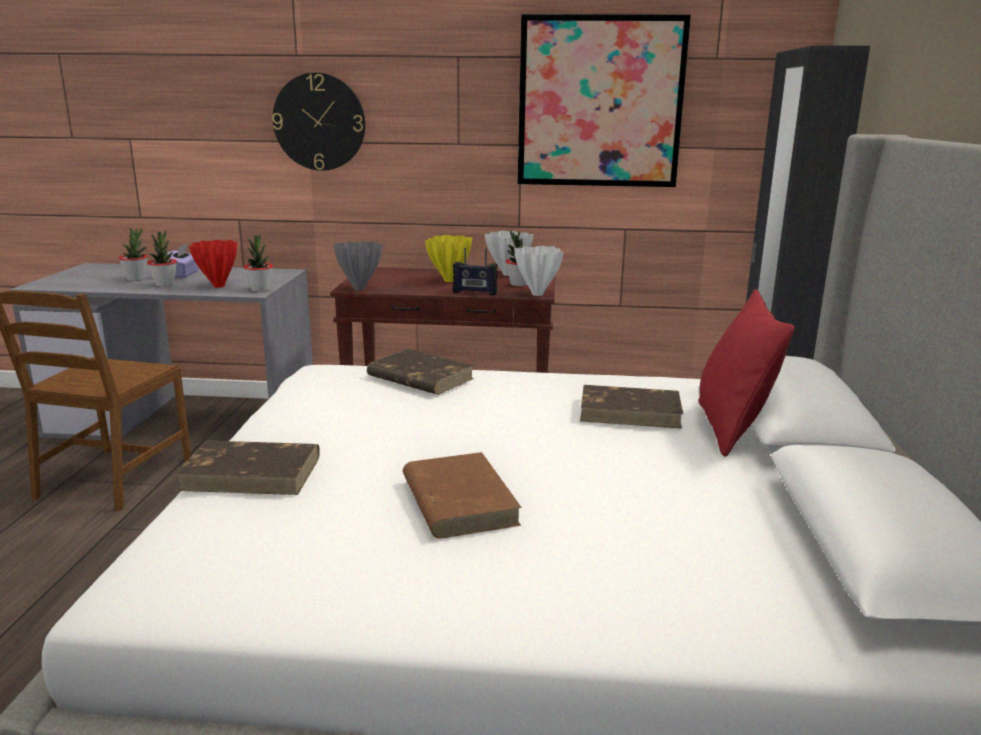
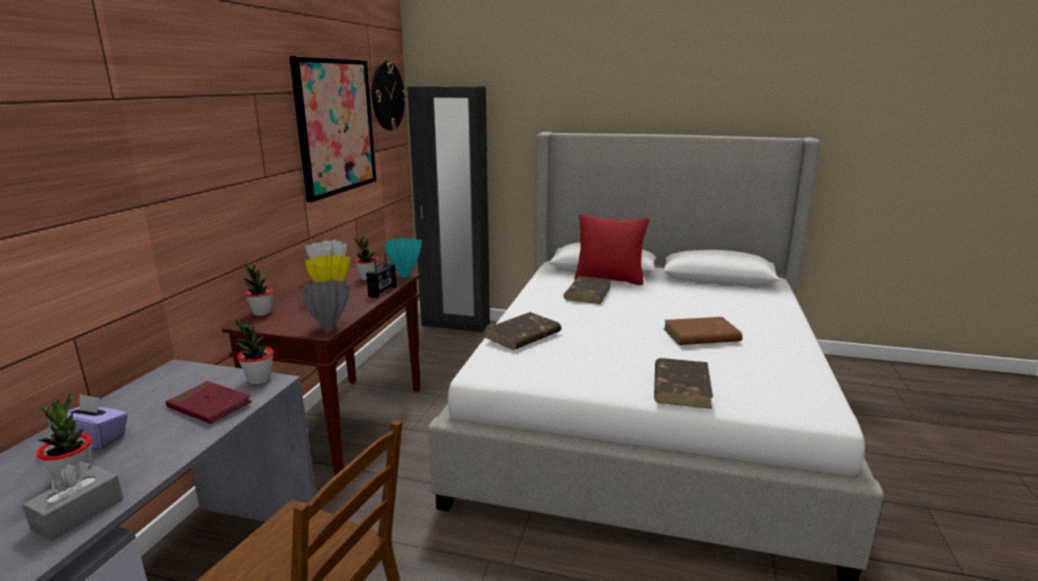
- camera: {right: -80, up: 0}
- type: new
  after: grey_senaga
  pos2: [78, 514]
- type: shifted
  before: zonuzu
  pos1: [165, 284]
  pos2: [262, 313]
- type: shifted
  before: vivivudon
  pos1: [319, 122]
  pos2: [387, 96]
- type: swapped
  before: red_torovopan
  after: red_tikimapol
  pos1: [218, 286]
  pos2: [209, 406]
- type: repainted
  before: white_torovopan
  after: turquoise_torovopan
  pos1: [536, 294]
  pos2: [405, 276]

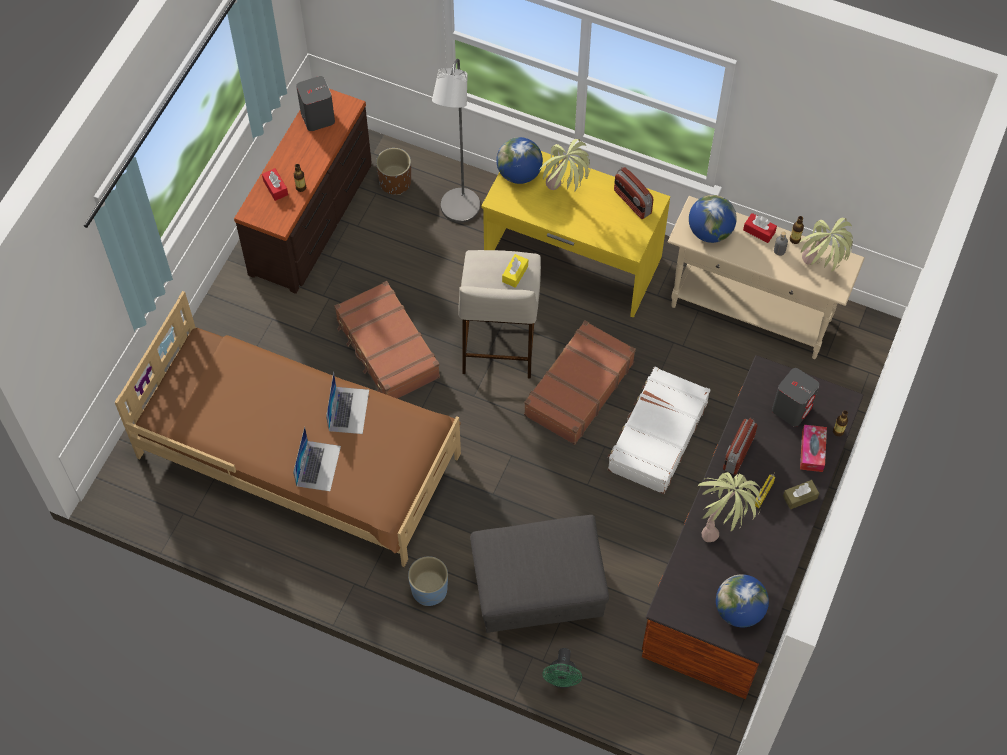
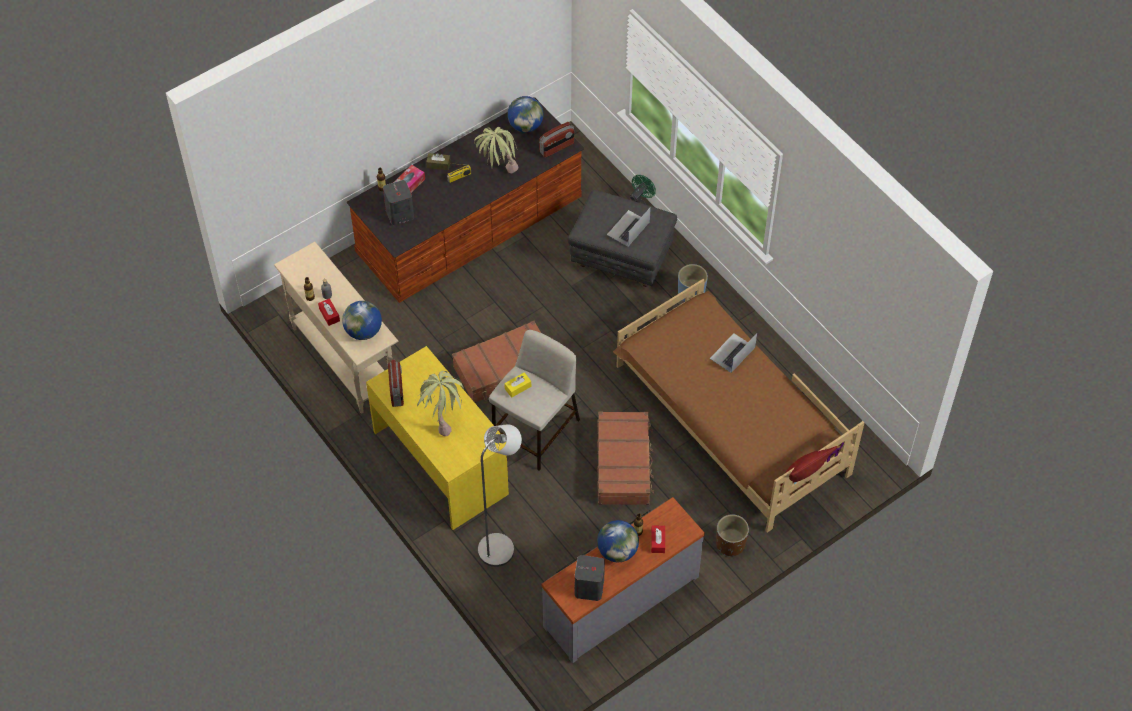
- camera: {right: -150, up: -5}
- type: gone
  before: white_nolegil
  pos1: [656, 436]
- type: gone
  before: zonuzu
  pos1: [819, 273]
- type: new
  after: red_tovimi
  pos2: [802, 479]
- type: shifted
  before: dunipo
  pos1: [348, 410]
  pos2: [628, 228]
- type: shifted
  before: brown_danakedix
  pos1: [395, 182]
  pos2: [730, 544]
- type: shifted
  before: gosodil
  pos1: [519, 174]
  pos2: [617, 551]
- type: shifted
  before: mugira
  pos1: [737, 453]
  pos2: [557, 148]
- type: repainted
  before: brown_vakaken
  after: grey_vakaken
  pos1: [313, 218]
  pos2: [620, 600]

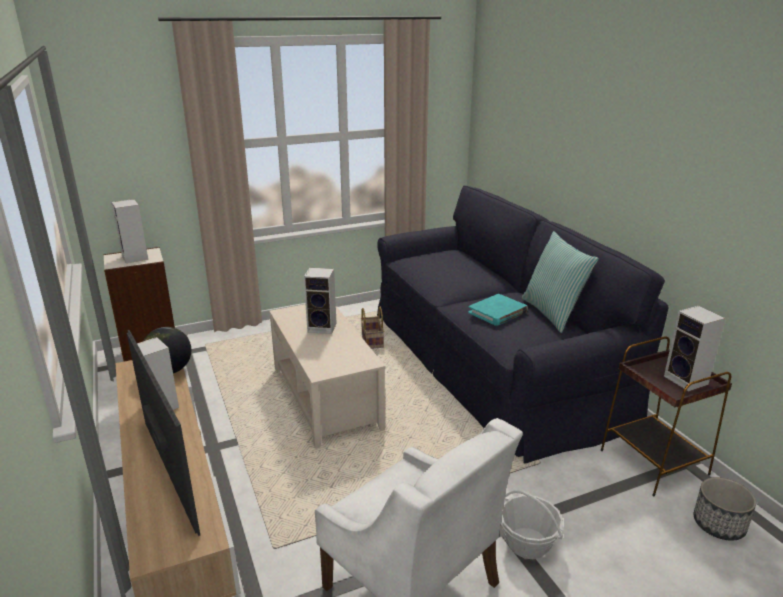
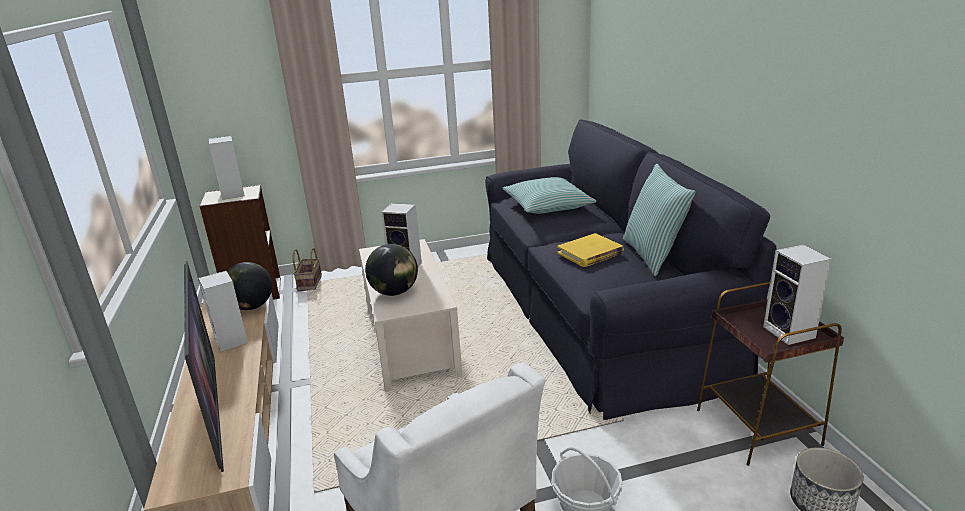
- camera: {right: 10, up: 0}
- type: new
  after: gosodil
  pos2: [394, 292]
- type: new
  after: tovimi
  pos2: [547, 205]
- type: shifted
  before: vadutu
  pos1: [371, 341]
  pos2: [309, 282]
- type: repainted
  before: turquoise_tikimapol
  after: yellow_tikimapol
  pos1: [497, 312]
  pos2: [590, 253]

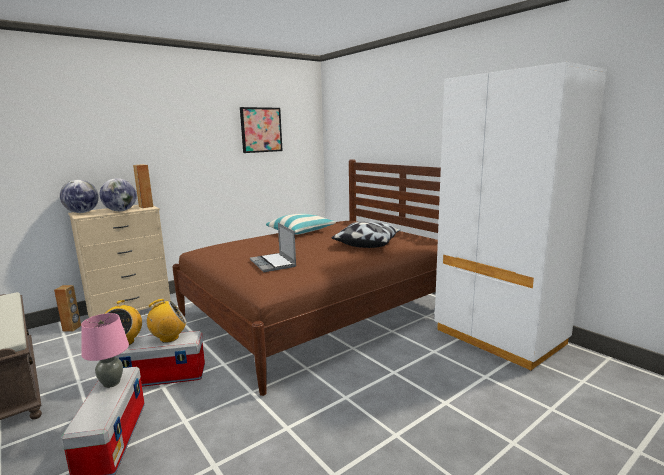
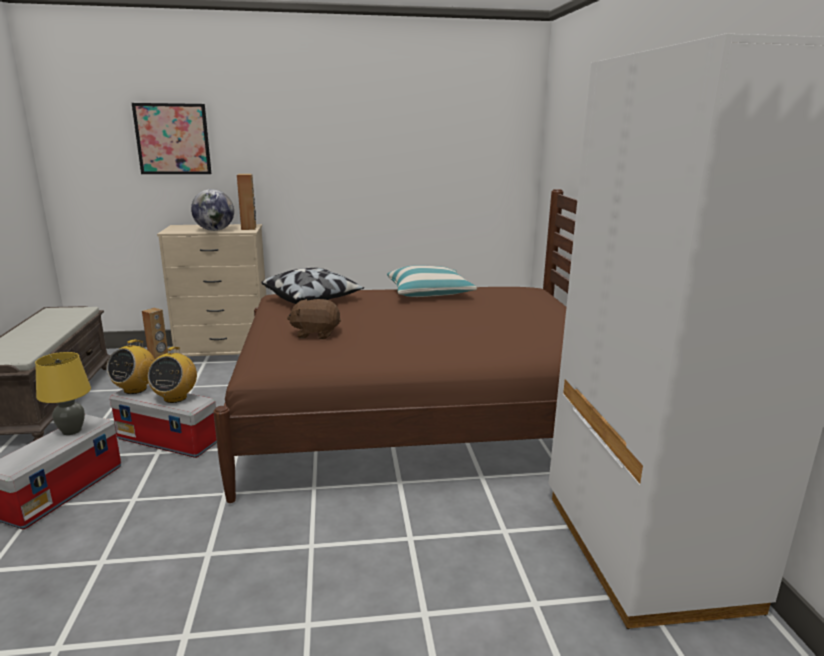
- camera: {right: 30, up: 5}
- type: gone
  before: gosodil
  pos1: [82, 212]
- type: shifted
  before: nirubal
  pos1: [261, 130]
  pos2: [173, 139]
- type: shifted
  before: tovimi
  pos1: [367, 244]
  pos2: [313, 299]
- type: swapped
  before: dunipo
  after: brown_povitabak
  pos1: [273, 263]
  pos2: [316, 334]
- type: repainted
  before: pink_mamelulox
  after: yellow_mamelulox
  pos1: [111, 383]
  pos2: [72, 431]
- type: rotated
  before: mugira
  pos1: [169, 338]
  pos2: [175, 397]
  turn: 90

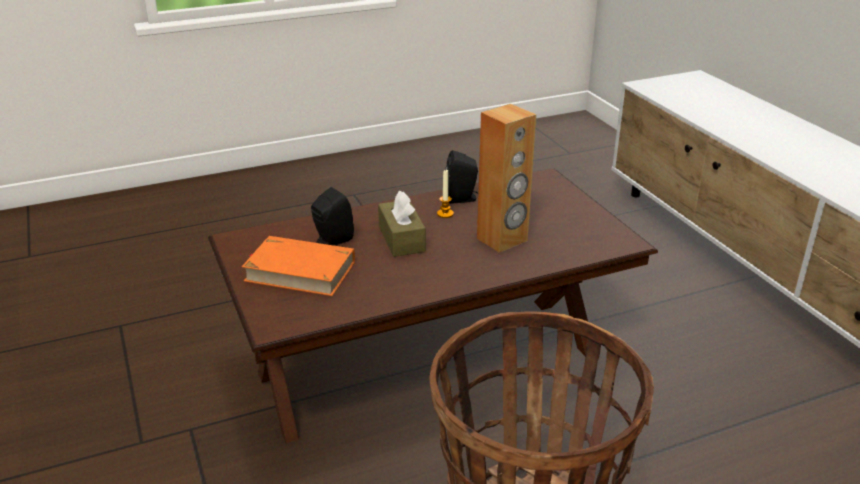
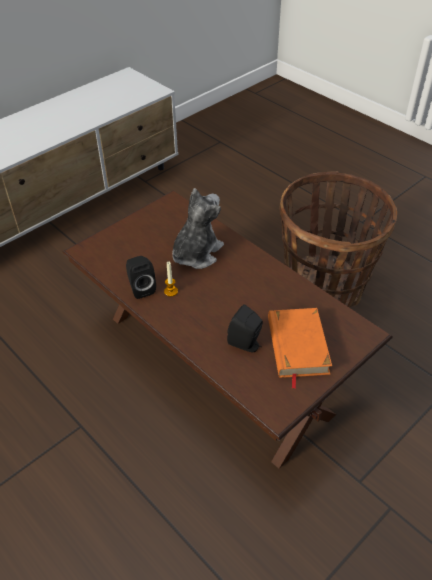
- camera: {right: -110, up: 15}
- type: gone
  before: brown_senaga
  pos1: [401, 239]
- type: swapped
  before: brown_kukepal
  after: povitabak
  pos1: [502, 240]
  pos2: [196, 253]

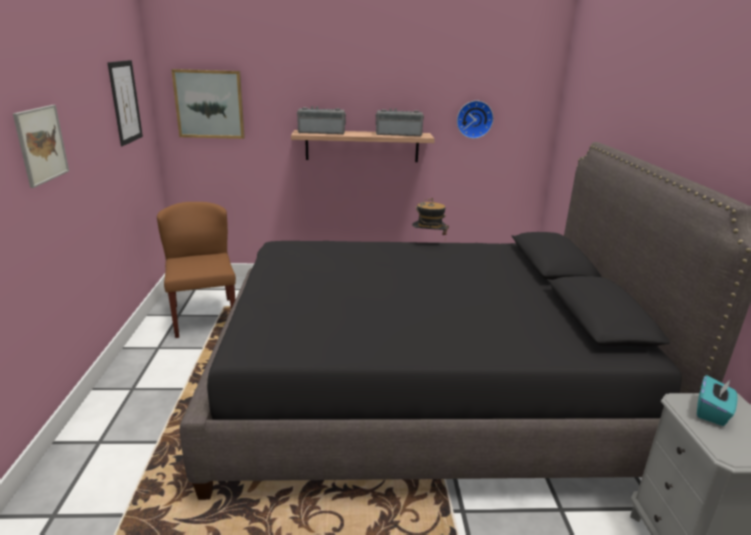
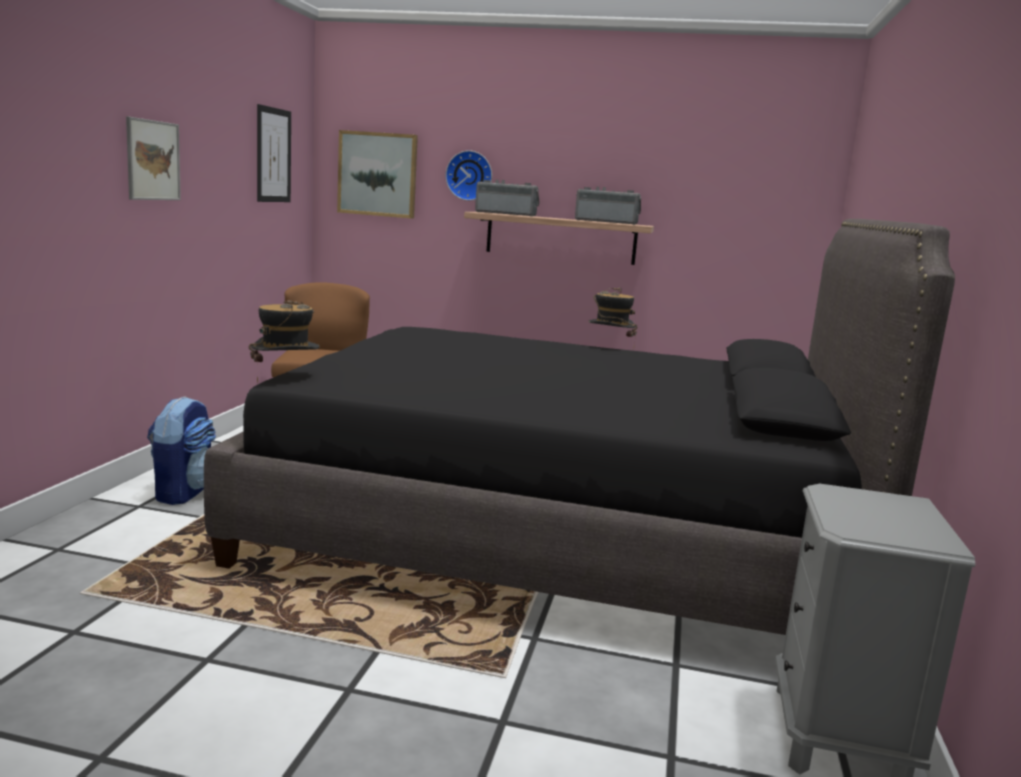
- camera: {right: 15, up: -10}
- type: gone
  before: turquoise_senaga
  pos1: [712, 412]
- type: new
  after: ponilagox
  pos2: [183, 492]
- type: new
  after: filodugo
  pos2: [285, 378]
- type: shifted
  before: vivivudon
  pos1: [474, 119]
  pos2: [469, 175]

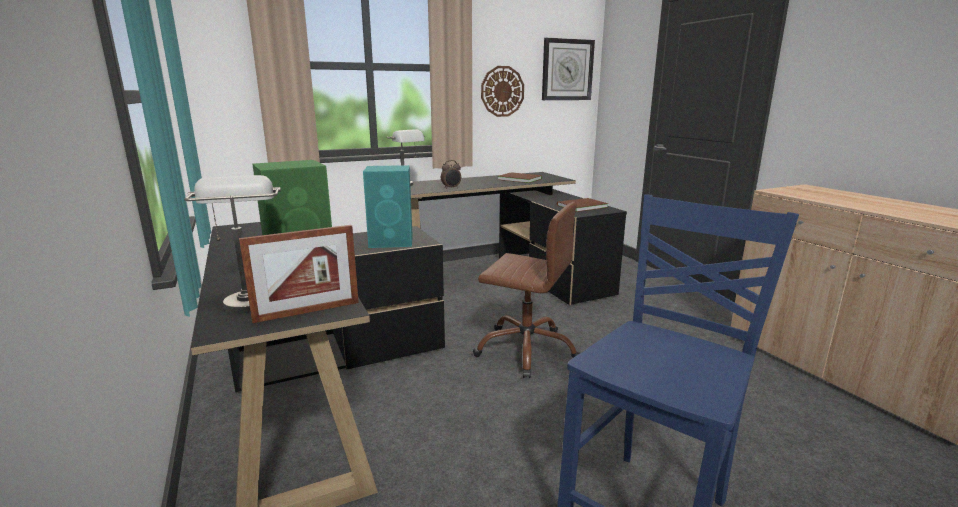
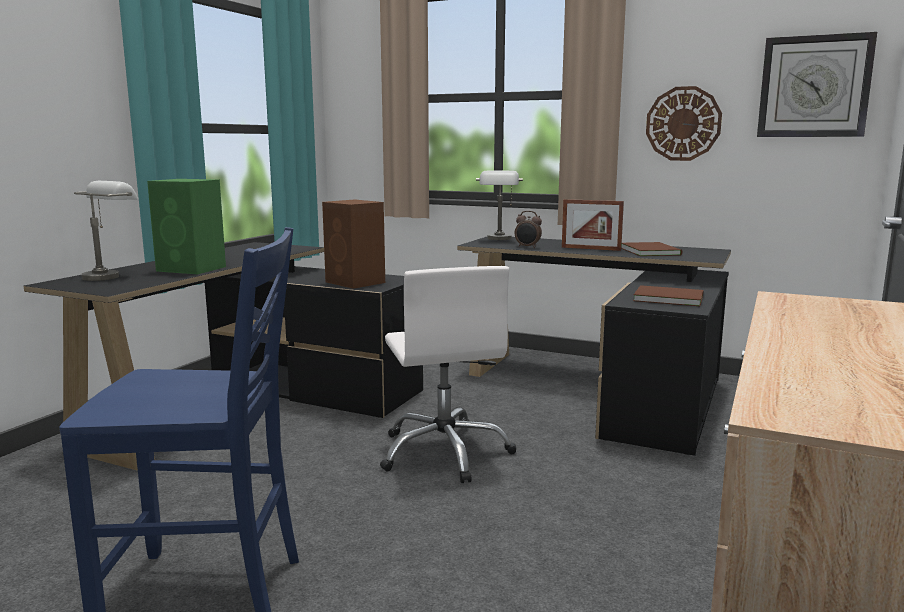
- camera: {right: 50, up: -5}
- type: shifted
  before: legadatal
  pos1: [307, 311]
  pos2: [591, 248]
- type: repainted
  before: turquoise_kukepal
  after: brown_kukepal
  pos1: [392, 241]
  pos2: [356, 282]
- type: repainted
  before: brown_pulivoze
  after: white_pulivoze
  pos1: [526, 349]
  pos2: [445, 452]

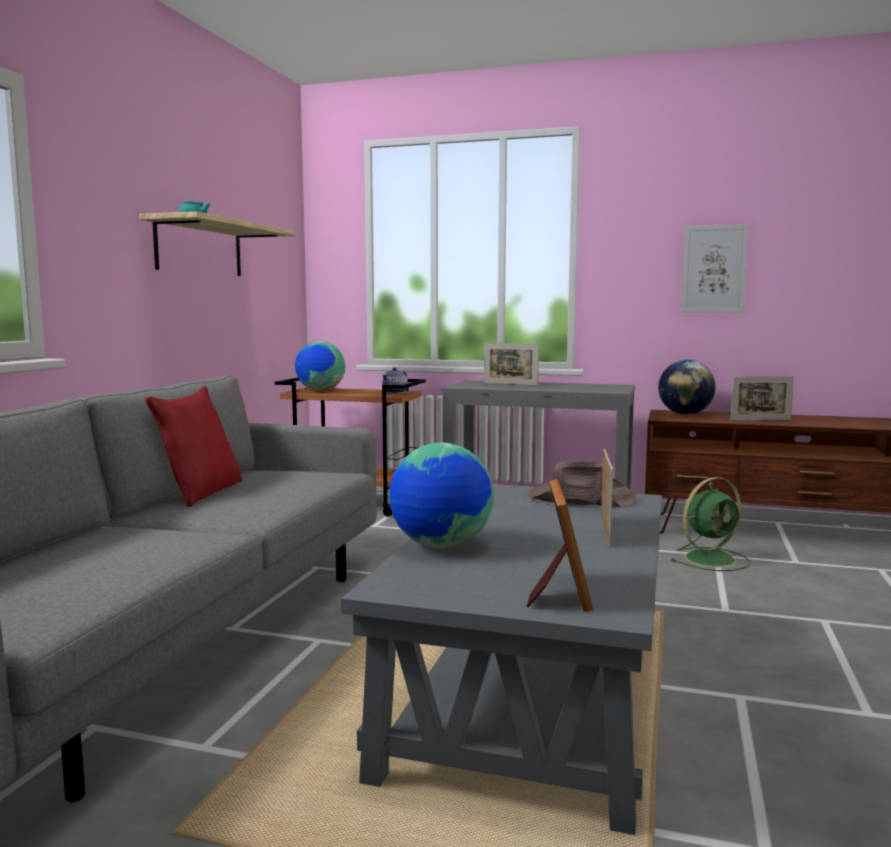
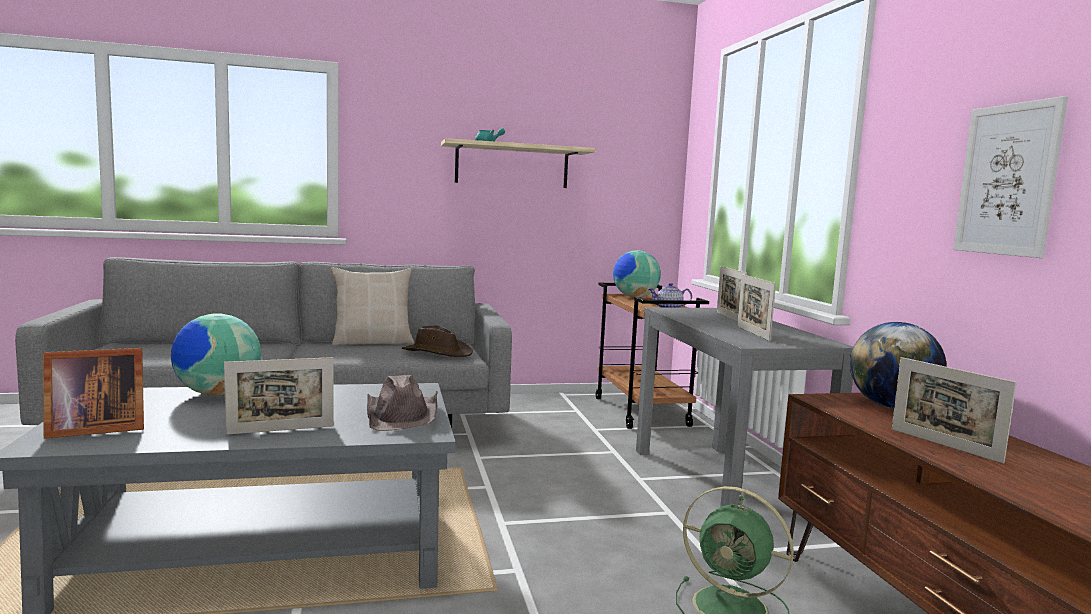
- camera: {right: 60, up: 0}
- type: new
  after: brown_filodugo
  pos2: [437, 352]
- type: new
  after: legadatal
  pos2: [752, 333]
- type: repainted
  before: red_tovimi
  after: beige_tovimi
  pos1: [201, 492]
  pos2: [372, 342]

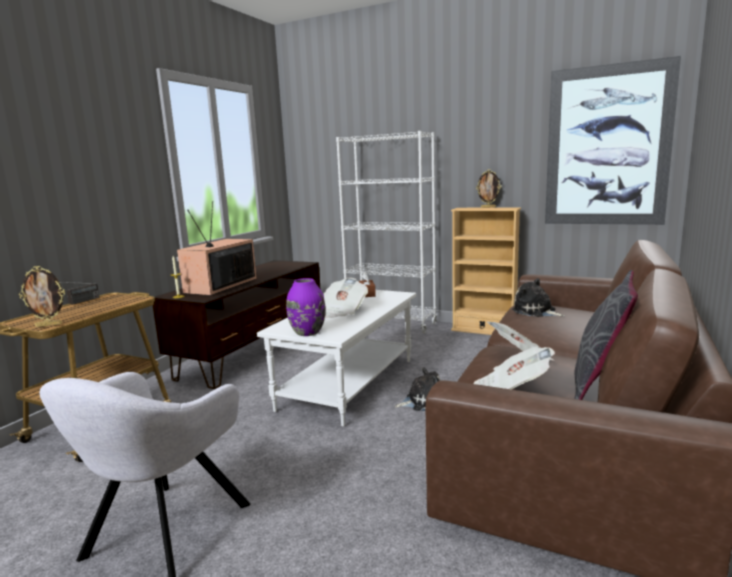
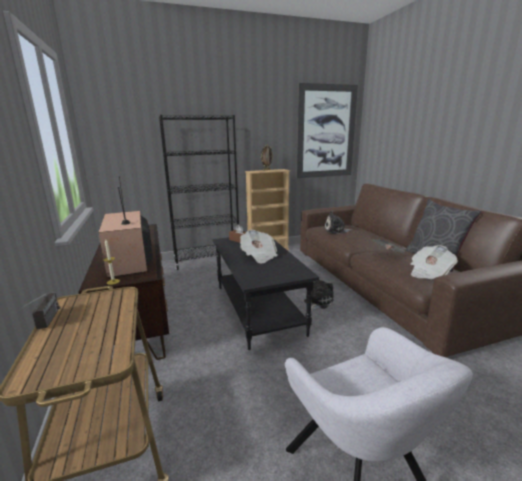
- camera: {right: -45, up: 5}
- type: gone
  before: legadatal
  pos1: [49, 325]
- type: gone
  before: purple_torovopan
  pos1: [307, 332]
- type: repainted
  before: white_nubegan
  after: black_nubegan
  pos1: [349, 384]
  pos2: [259, 309]
- type: repainted
  before: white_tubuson
  after: black_tubuson
  pos1: [391, 324]
  pos2: [207, 261]

